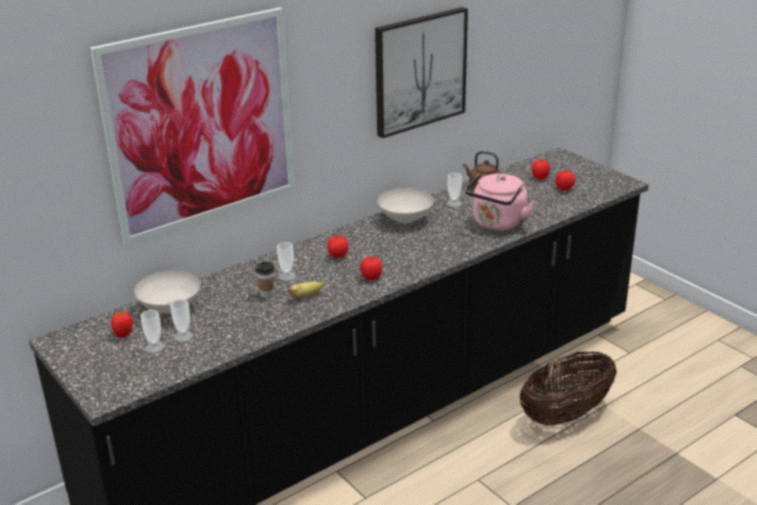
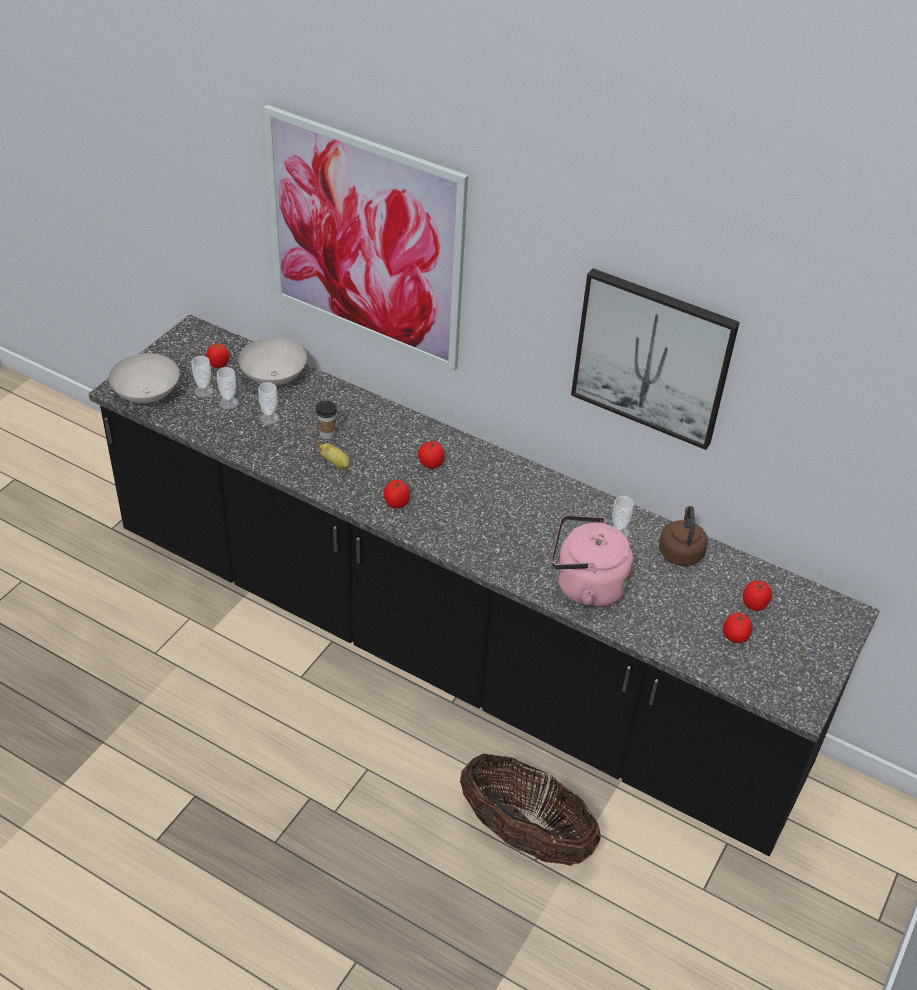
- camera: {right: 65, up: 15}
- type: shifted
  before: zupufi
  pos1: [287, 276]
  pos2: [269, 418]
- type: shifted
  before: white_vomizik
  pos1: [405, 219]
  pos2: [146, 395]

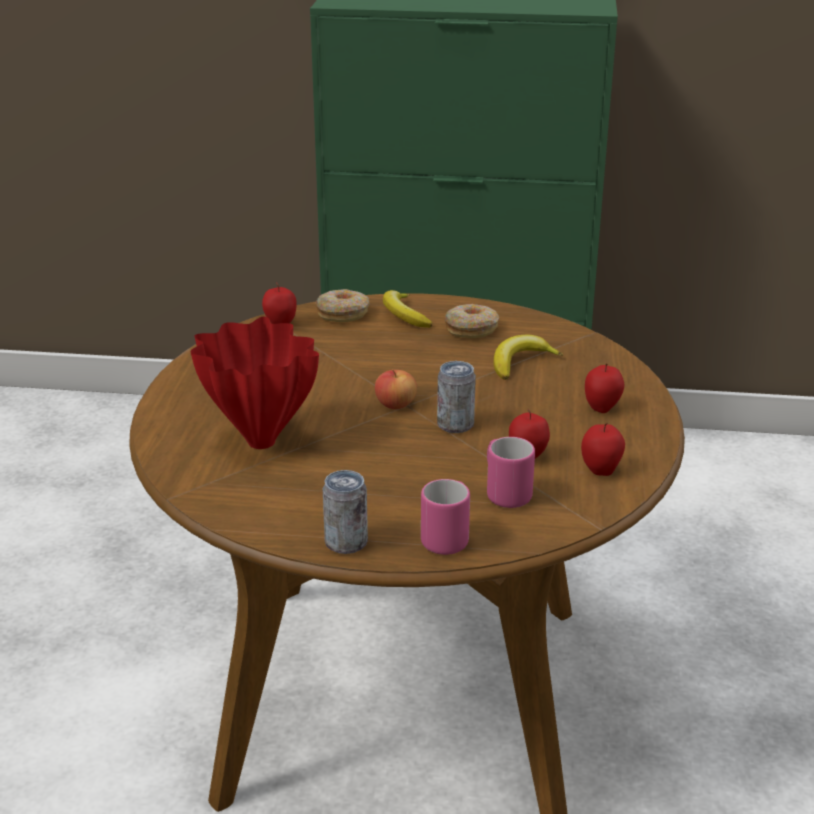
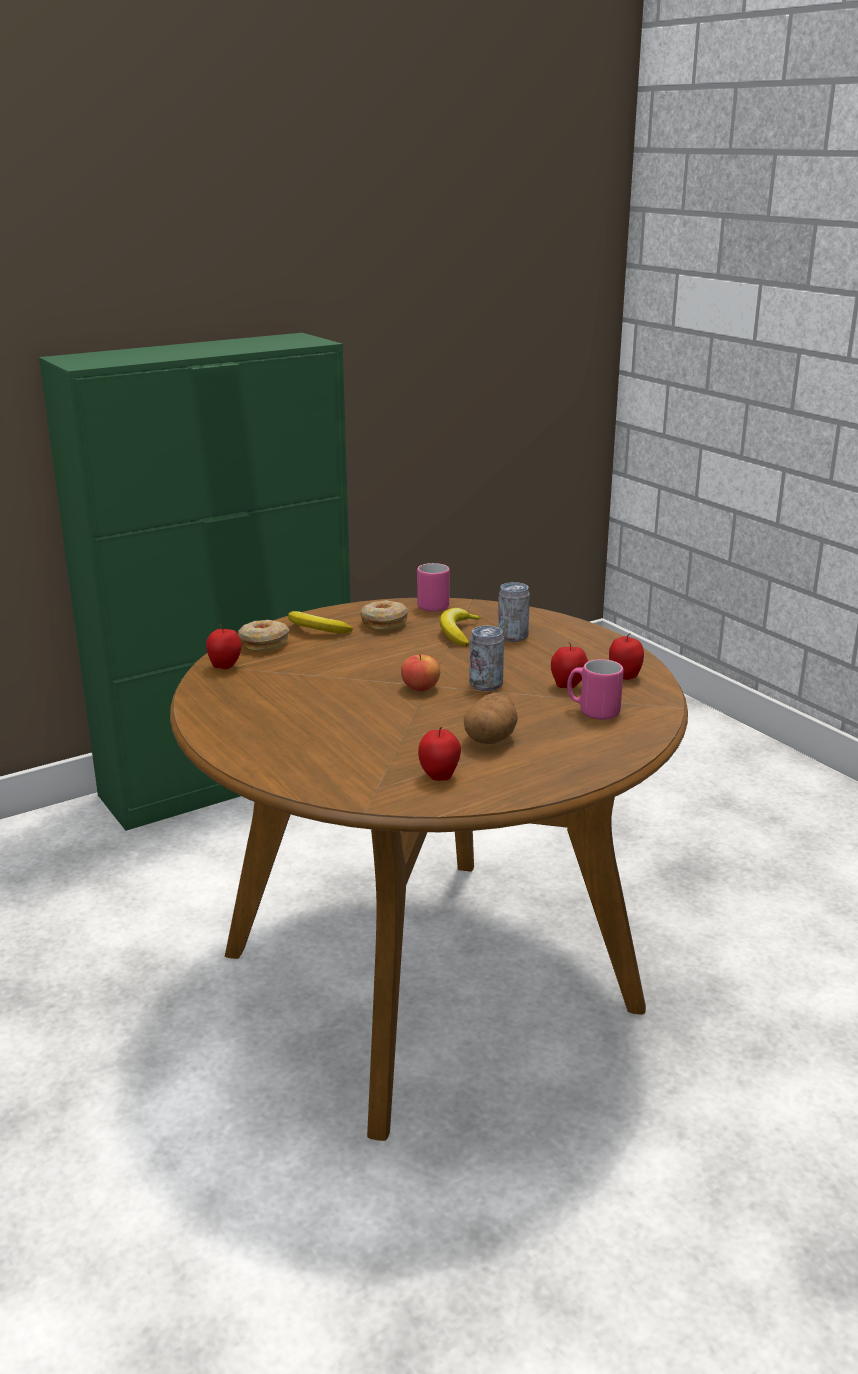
- camera: {right: -40, up: -5}
- type: gone
  before: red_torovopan
  pos1: [259, 441]
- type: new
  after: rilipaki
  pos2: [490, 738]
- type: shifted
  before: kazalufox
  pos1: [346, 543]
  pos2: [512, 636]
- type: shifted
  before: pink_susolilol
  pos1: [448, 538]
  pos2: [431, 605]
- type: shifted
  before: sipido
  pos1: [602, 408]
  pos2: [439, 776]

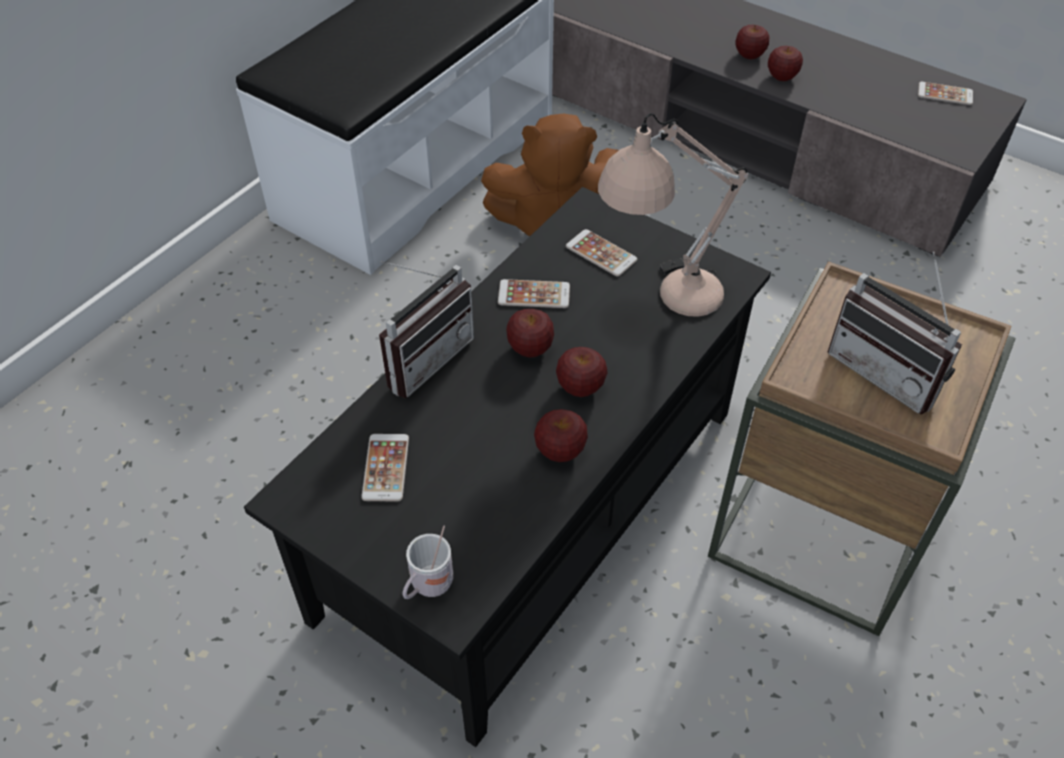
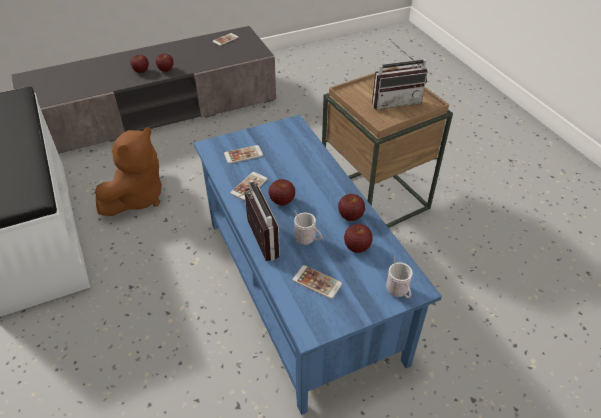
- camera: {right: -60, up: -5}
- type: gone
  before: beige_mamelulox
  pos1: [659, 302]
- type: new
  after: white_susolilol
  pos2: [307, 240]
- type: shifted
  before: sipido
  pos1: [580, 387]
  pos2: [357, 247]
- type: repainted
  before: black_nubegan
  after: blue_nubegan
  pos1: [531, 509]
  pos2: [299, 287]

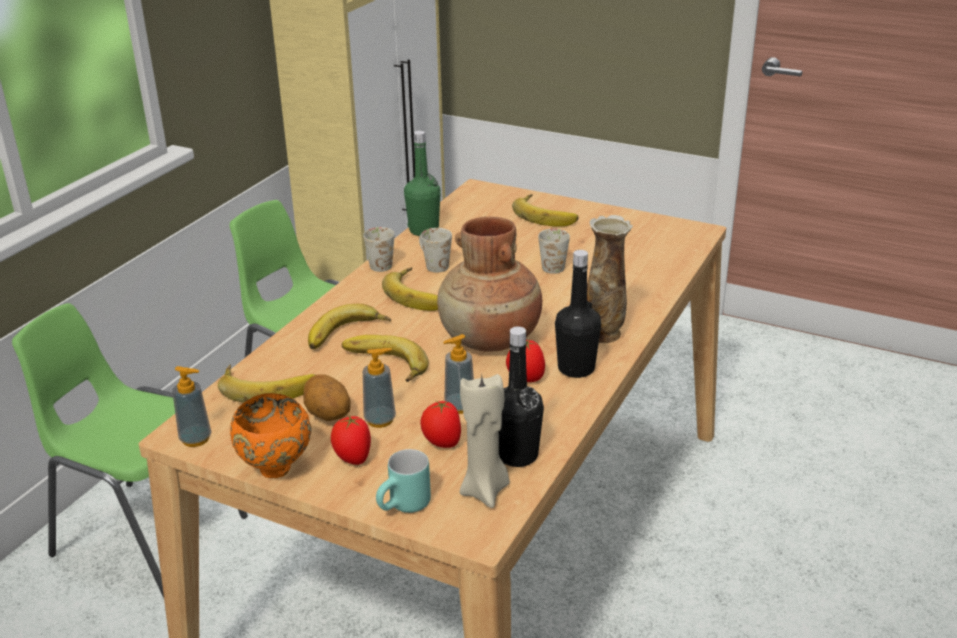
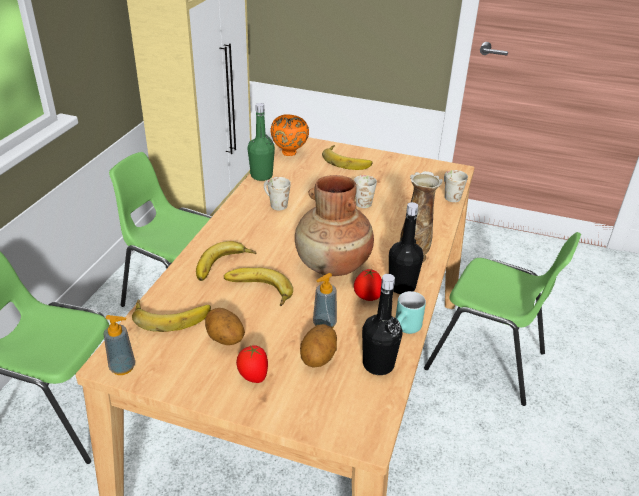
- camera: {right: -10, up: 5}
- type: gone
  before: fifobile
  pos1: [380, 420]
- type: gone
  before: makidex
  pos1: [419, 294]
- type: gone
  before: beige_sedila
  pos1: [485, 490]
- type: new
  after: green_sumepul
  pos2: [486, 361]
- type: shifted
  before: orange_vomizik
  pos1: [276, 470]
  pos2: [290, 153]
- type: shifted
  before: white_susolilol
  pos1: [380, 263]
  pos2: [449, 195]
- type: shifted
  before: turquoise_susolilol
  pos1: [405, 508]
  pos2: [406, 330]
- type: swapped
  before: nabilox
  after: rilipaki
  pos1: [441, 443]
  pos2: [318, 358]

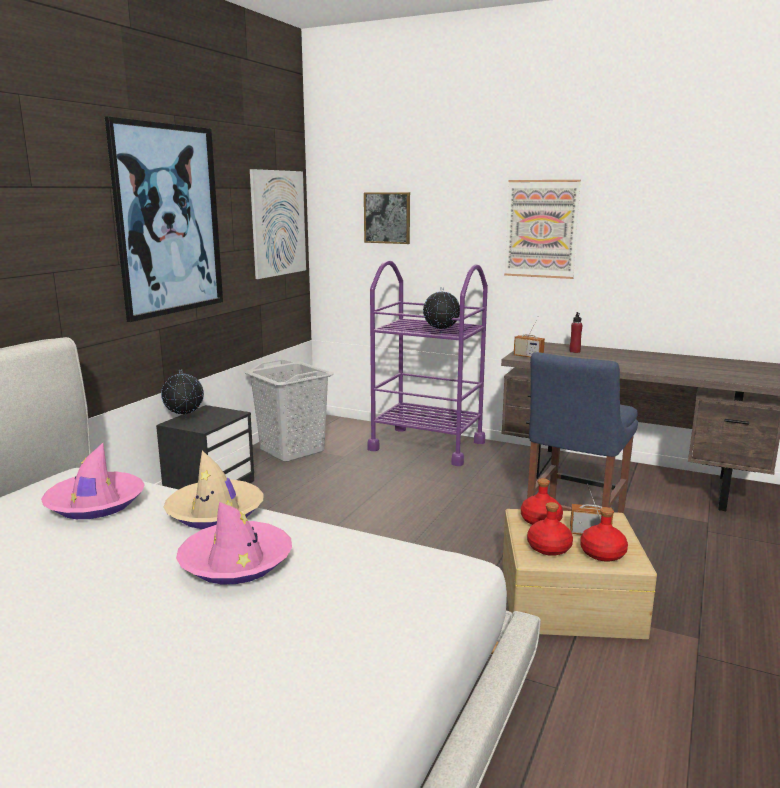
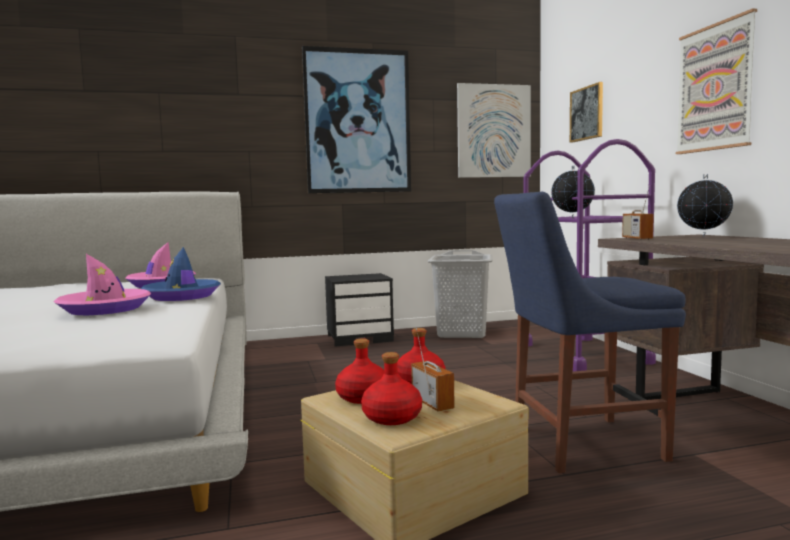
- camera: {right: 50, up: -10}
- type: gone
  before: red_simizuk
  pos1: [574, 351]
- type: shifted
  before: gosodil
  pos1: [184, 418]
  pos2: [703, 236]
- type: repainted
  before: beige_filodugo
  after: blue_filodugo
  pos1: [215, 512]
  pos2: [182, 296]

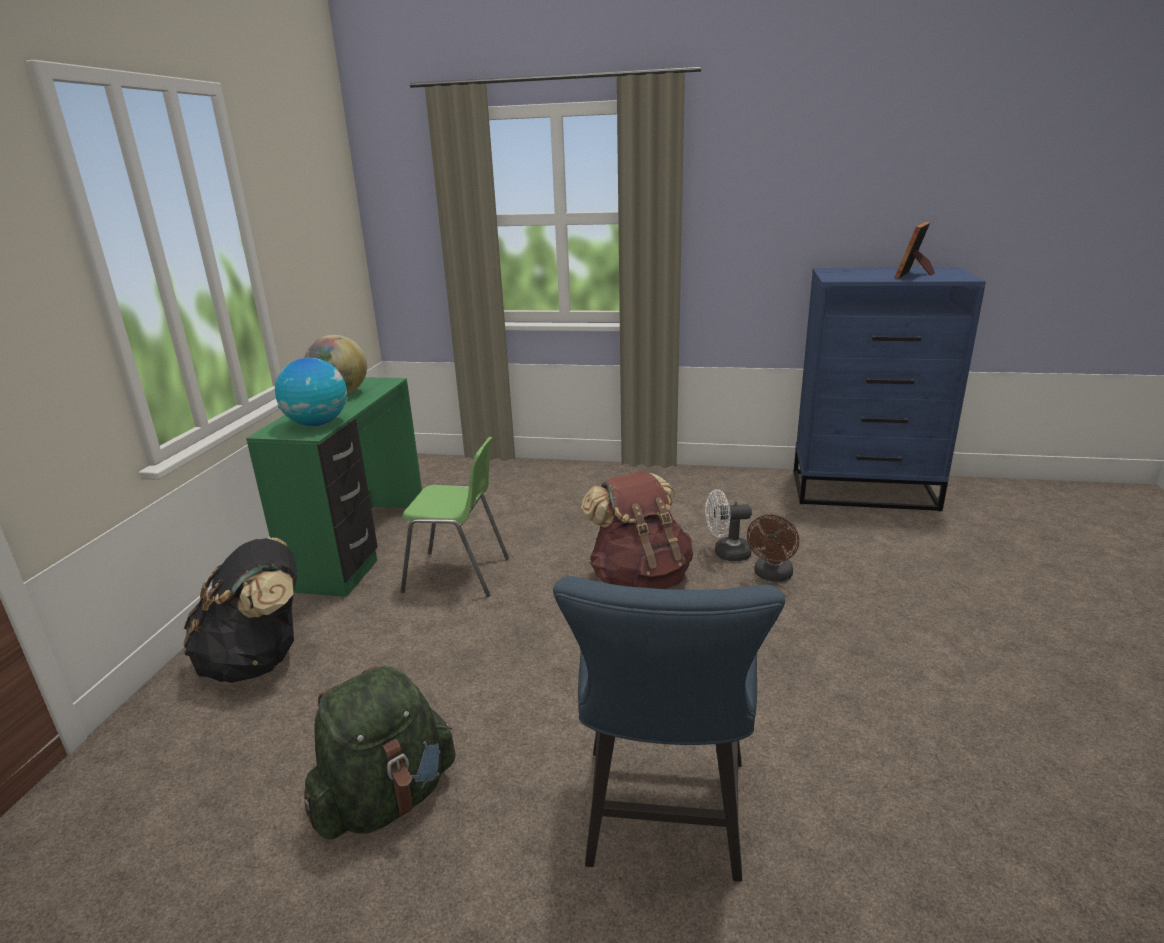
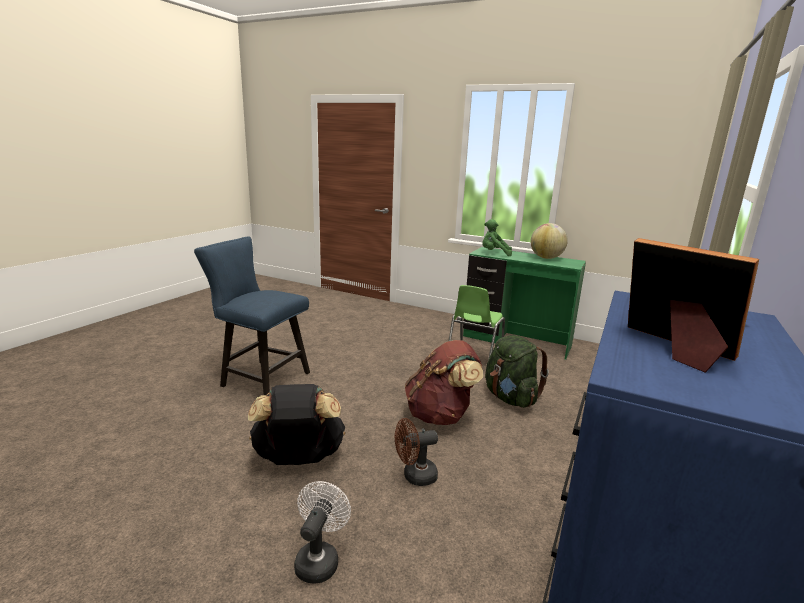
- camera: {right: 105, up: -5}
- type: shifted
  before: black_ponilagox
  pos1: [259, 660]
  pos2: [298, 459]
- type: shifted
  before: green_ponilagox
  pos1: [387, 799]
  pos2: [510, 398]
- type: shifted
  before: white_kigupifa
  pos1: [726, 553]
  pos2: [319, 559]
- type: swapped
  before: gosodil
  after: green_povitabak
  pos1: [317, 423]
  pos2: [494, 253]
- type: rotated
  before: brown_kigupifa
  pos1: [772, 576]
  pos2: [414, 476]
  turn: -60

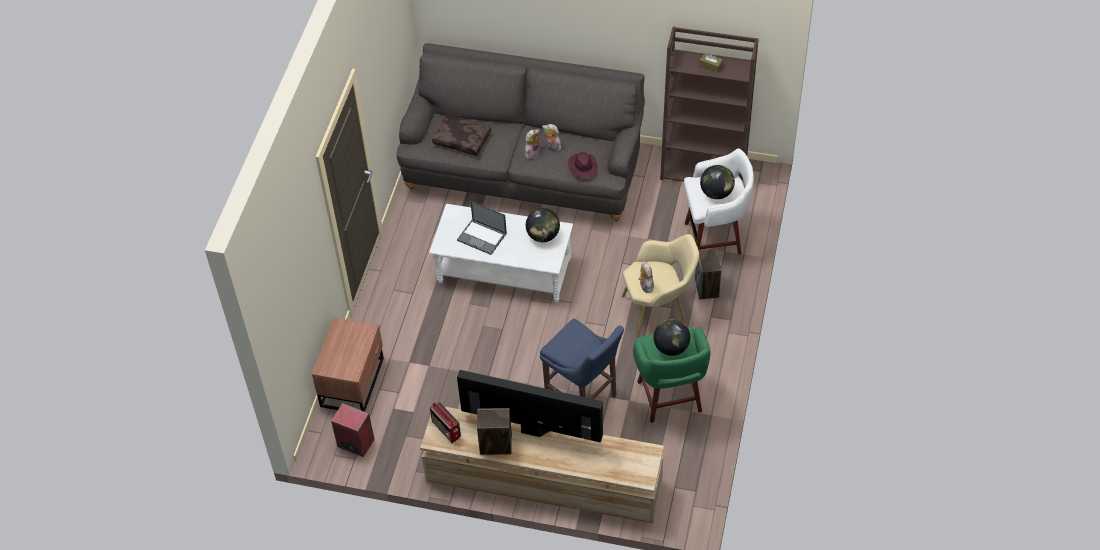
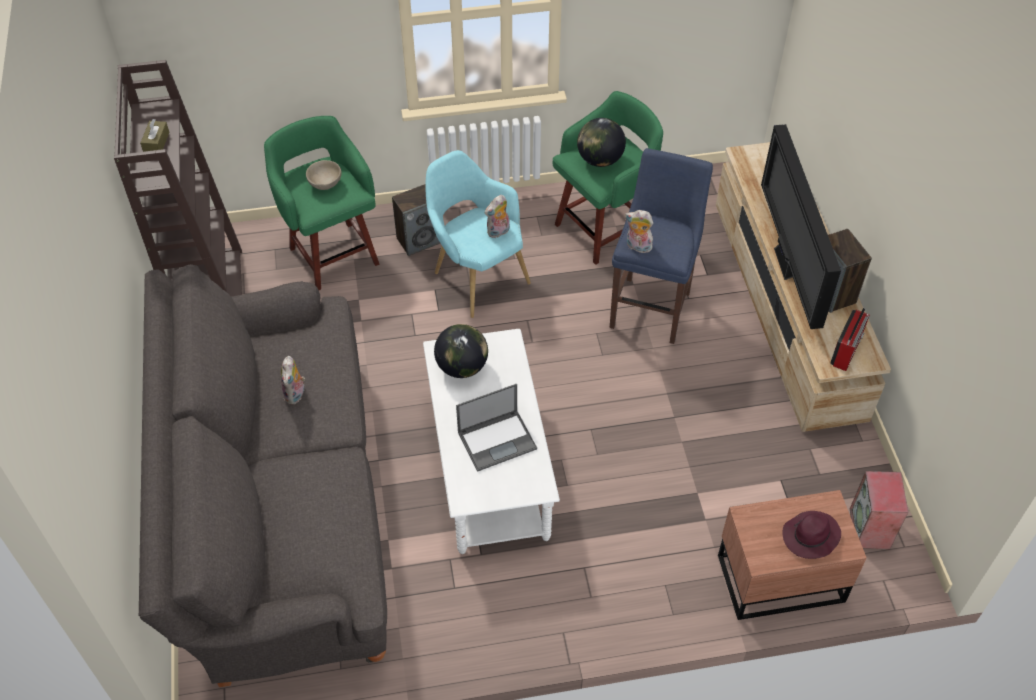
- camera: {right: -115, up: 0}
- type: gone
  before: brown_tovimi
  pos1: [462, 139]
- type: shifted
  before: povitabak
  pos1: [532, 152]
  pos2: [637, 247]
- type: shifted
  before: purple_filodugo
  pos1: [582, 166]
  pos2: [810, 537]
- type: swapped
  before: gosodil
  after: beige_vomizik
  pos1: [716, 193]
  pos2: [325, 183]
- type: repainted
  before: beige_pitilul
  after: turquoise_pitilul
  pos1: [659, 310]
  pos2: [476, 275]
- type: repainted
  before: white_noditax
  after: green_noditax
  pos1: [715, 238]
  pos2: [332, 254]
- type: rotated
  before: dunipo
  pos1: [482, 237]
  pos2: [498, 440]
  turn: 60

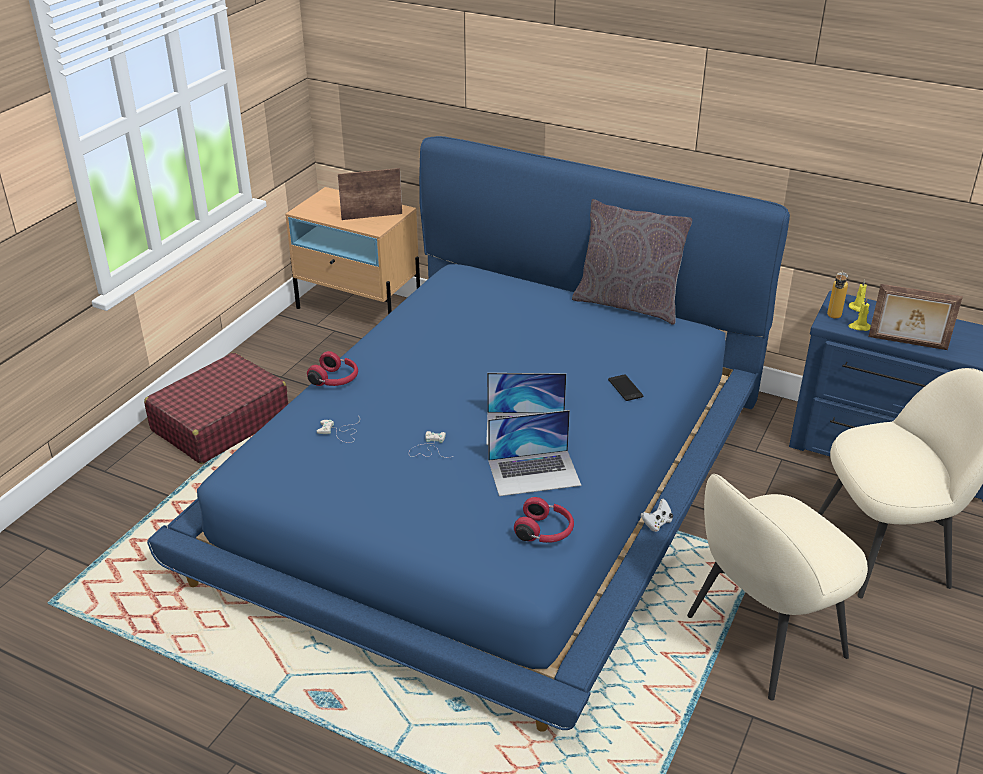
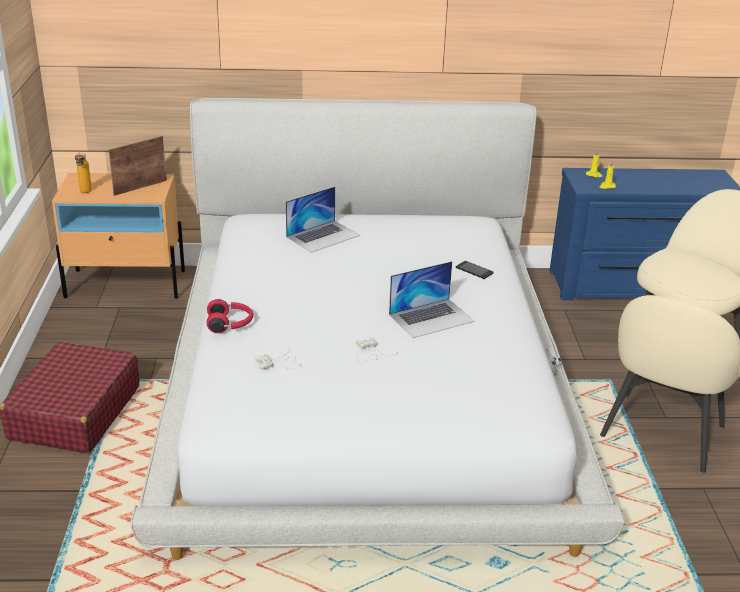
- camera: {right: -30, up: -5}
- type: gone
  before: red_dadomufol
  pos1: [545, 532]
- type: gone
  before: grey_tovimi
  pos1: [628, 304]
- type: gone
  before: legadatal
  pos1: [907, 343]
- type: shifted
  before: dunipo
  pos1: [534, 472]
  pos2: [323, 236]
- type: shifted
  before: simizuk
  pos1: [833, 318]
  pos2: [85, 193]
- type: repainted
  before: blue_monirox
  after: white_monirox
  pos1: [491, 479]
  pos2: [367, 386]

